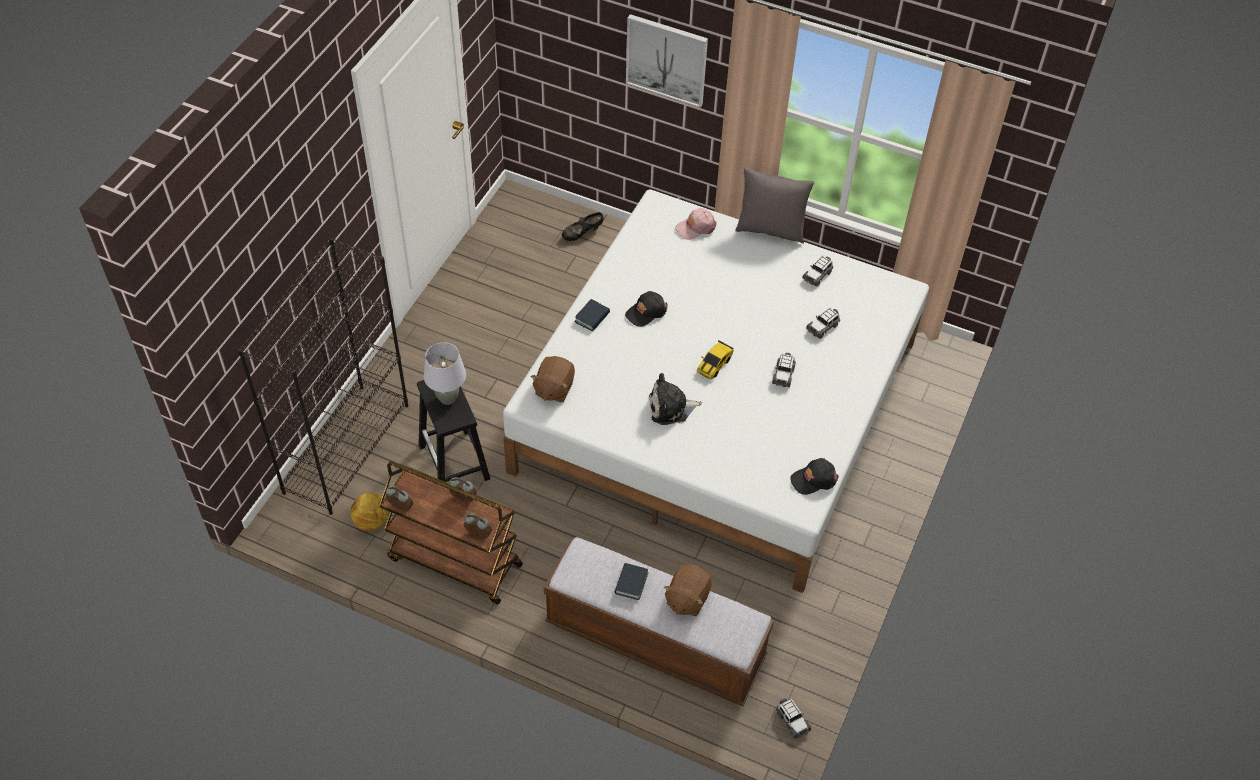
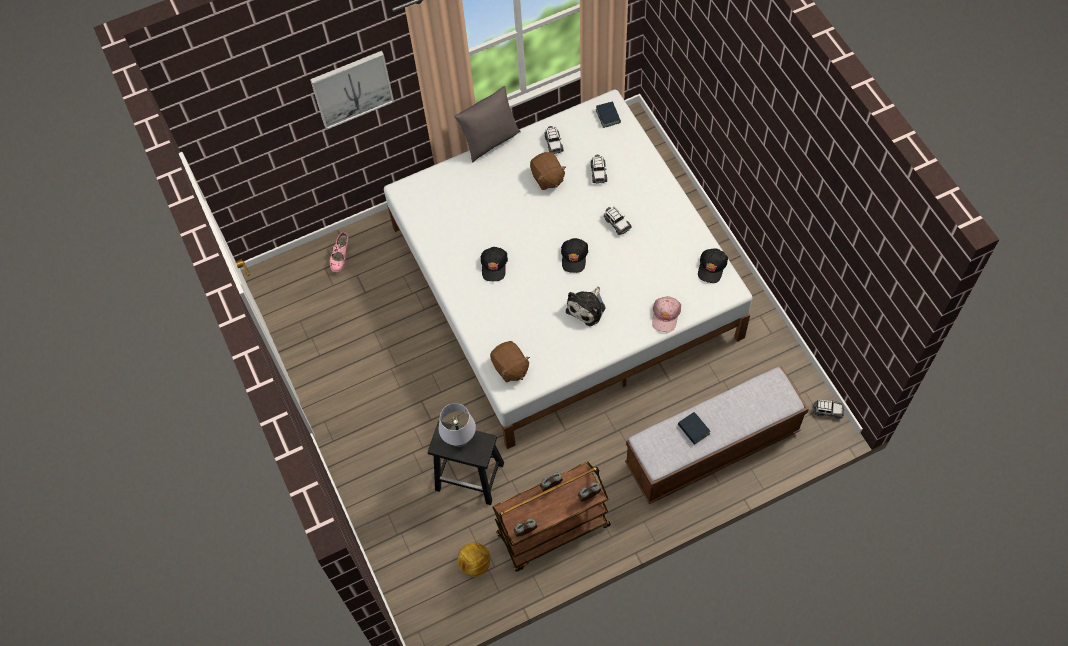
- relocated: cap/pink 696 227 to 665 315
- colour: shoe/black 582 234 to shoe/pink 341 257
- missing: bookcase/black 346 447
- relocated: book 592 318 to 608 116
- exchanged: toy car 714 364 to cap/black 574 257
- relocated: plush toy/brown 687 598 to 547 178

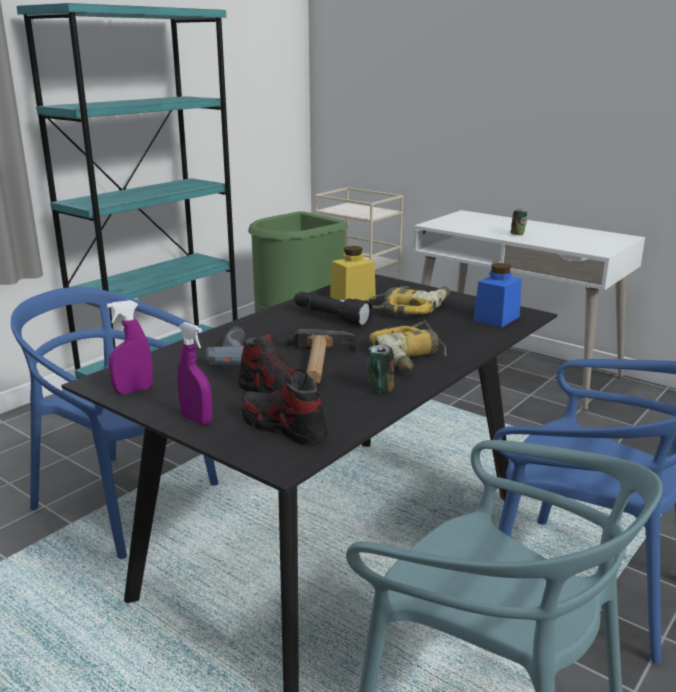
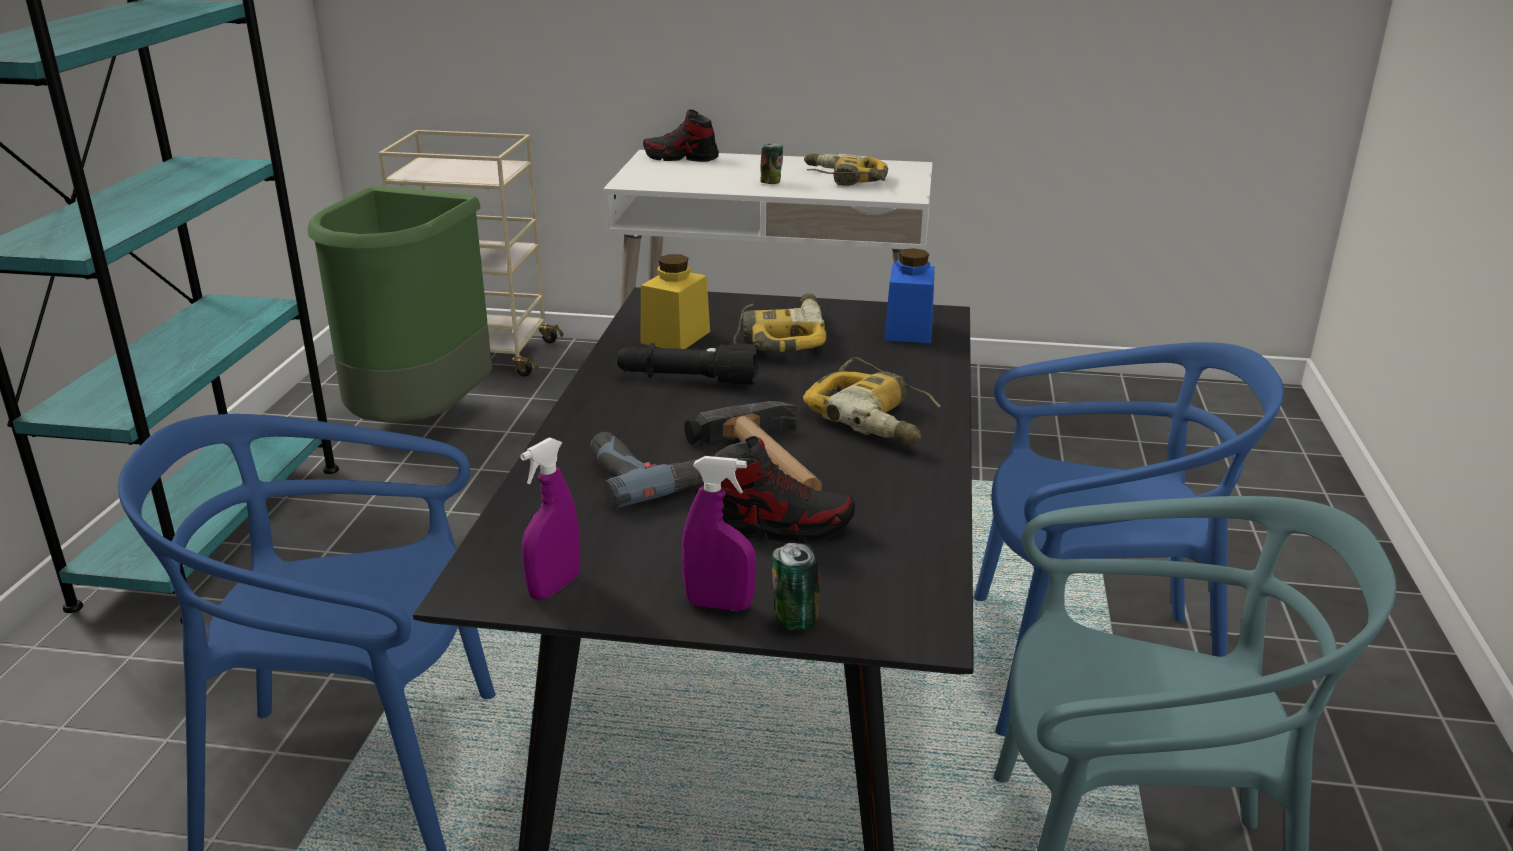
- relocated: can 380 390 to 794 620
- relocated: shoe 283 428 to 681 158
- appeared: power drill 843 179

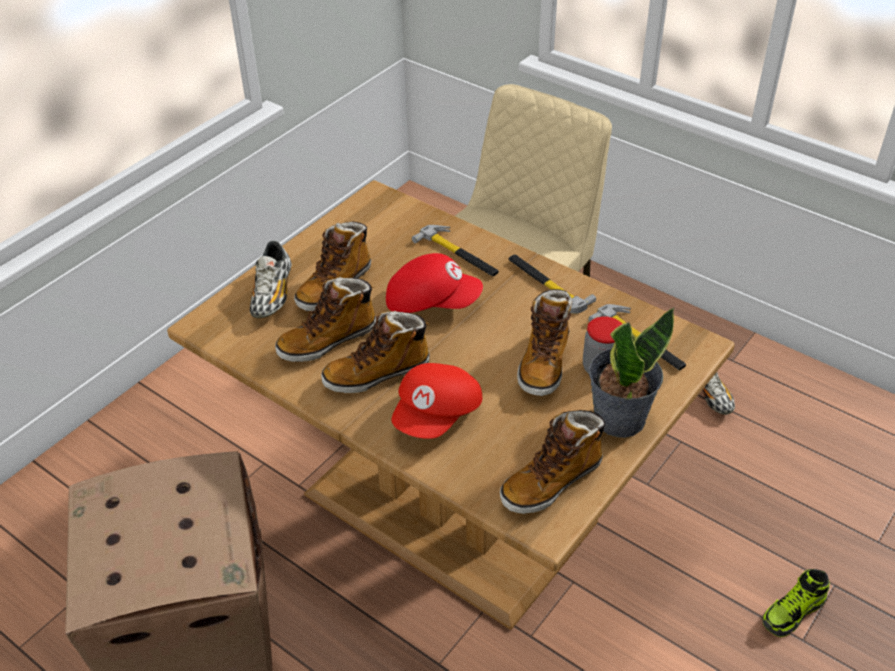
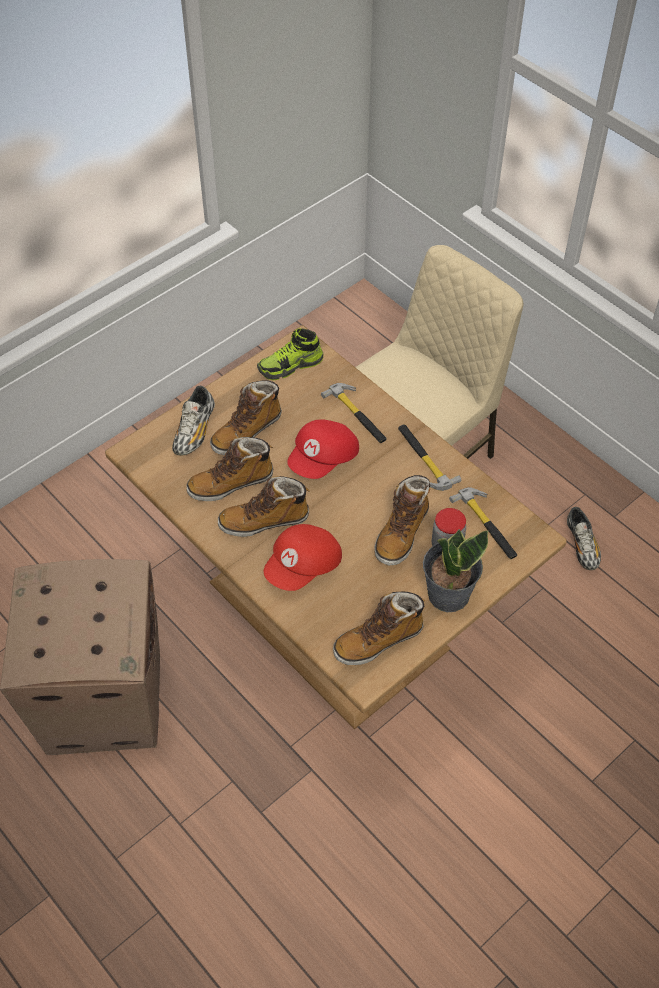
- spun: cap/red 432 302 = 324 459 105 degrees clockwise
- relocated: shoe 793 612 to 290 366

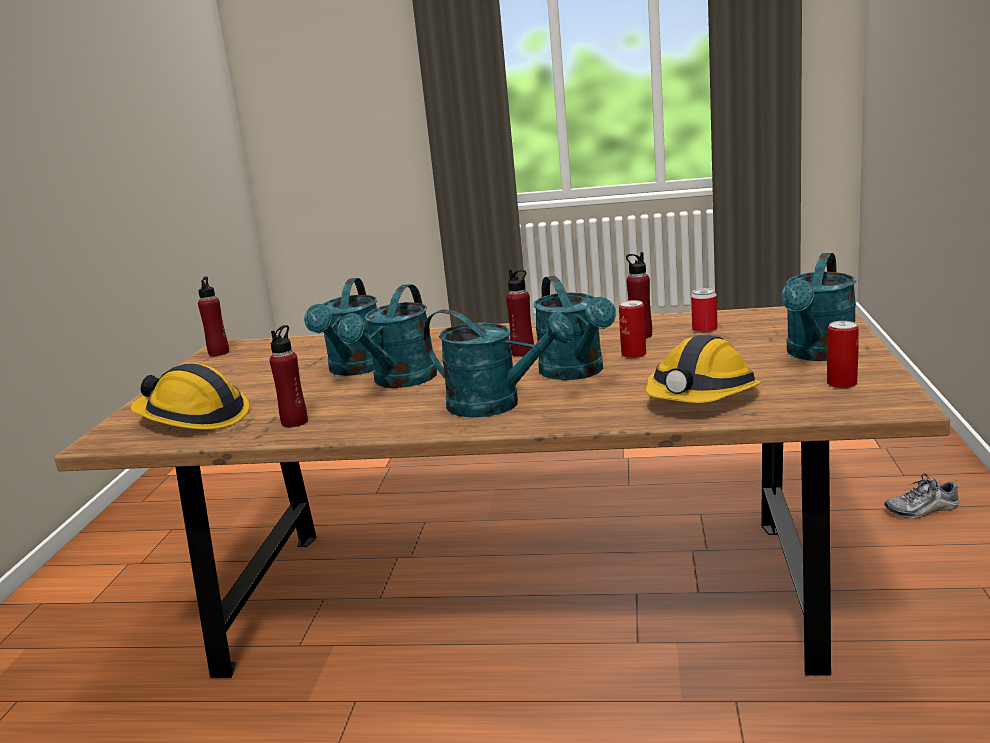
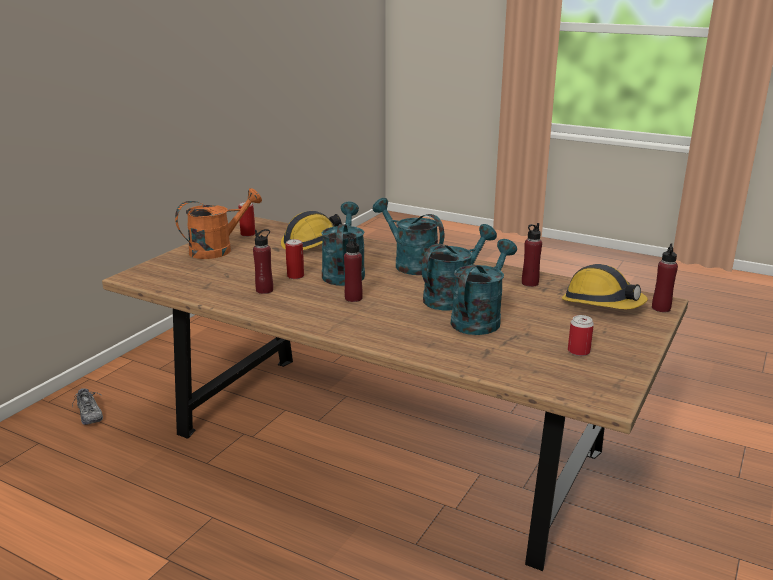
- colour: watering can/turquoise 818 354 to watering can/orange 218 249
- relocated: bottle/red 219 353 to 661 308
- relocated: can 704 330 to 578 351
- spun: shoe 922 510 = 89 414 45 degrees clockwise

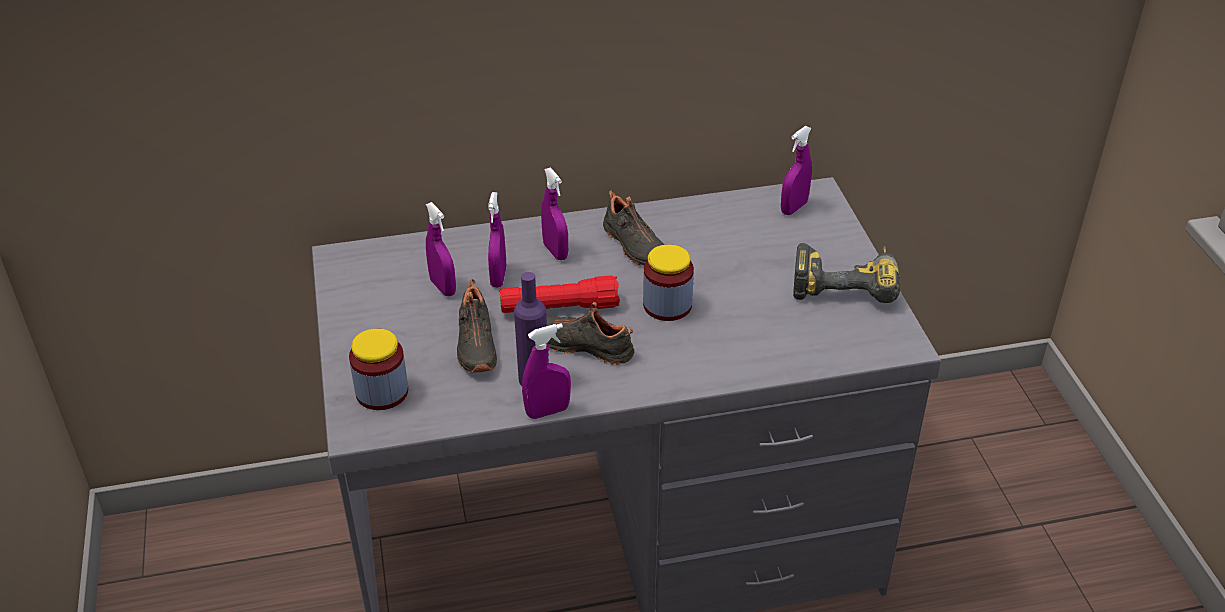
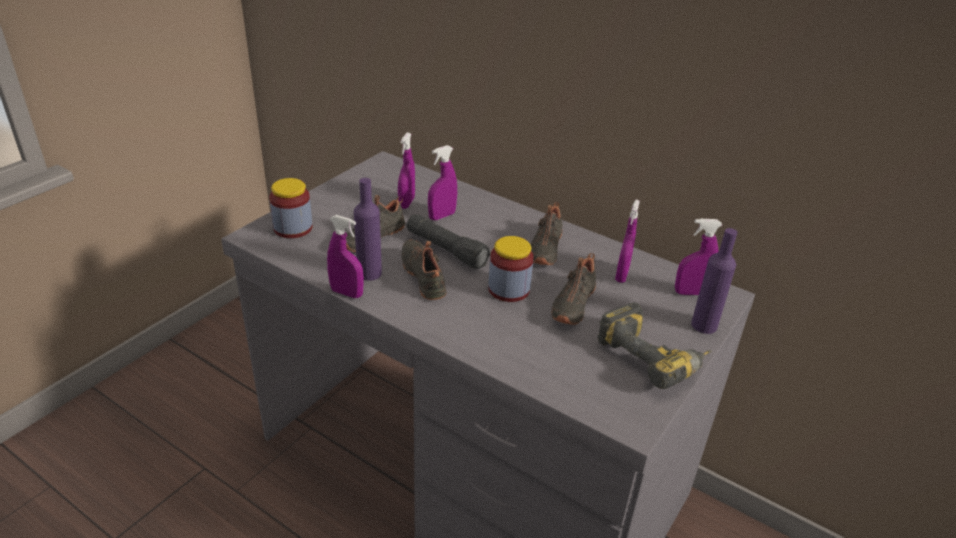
- relocated: spray bottle/purple 555 251 to 622 275
- colour: flashlight/red 559 308 to flashlight/black 446 250
- appeared: bottle/purple 704 325
- appeared: shoe/black 572 303

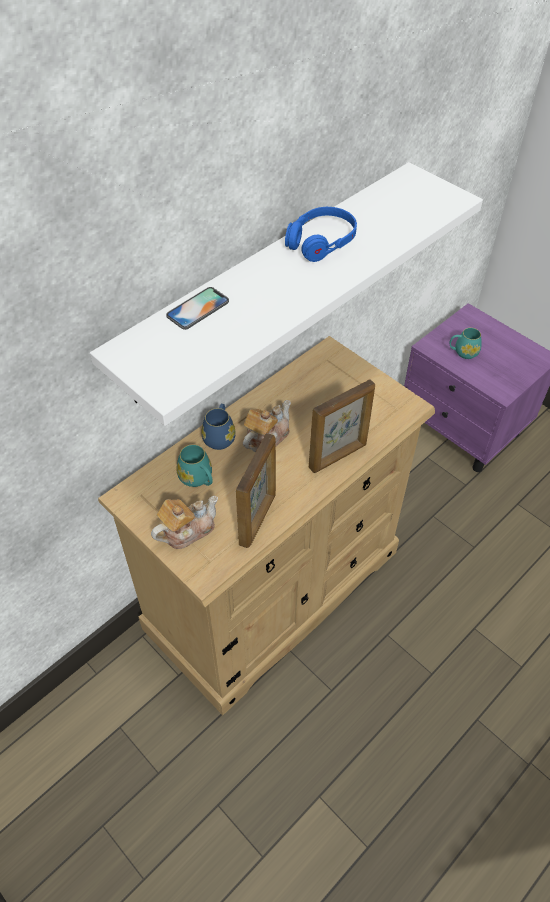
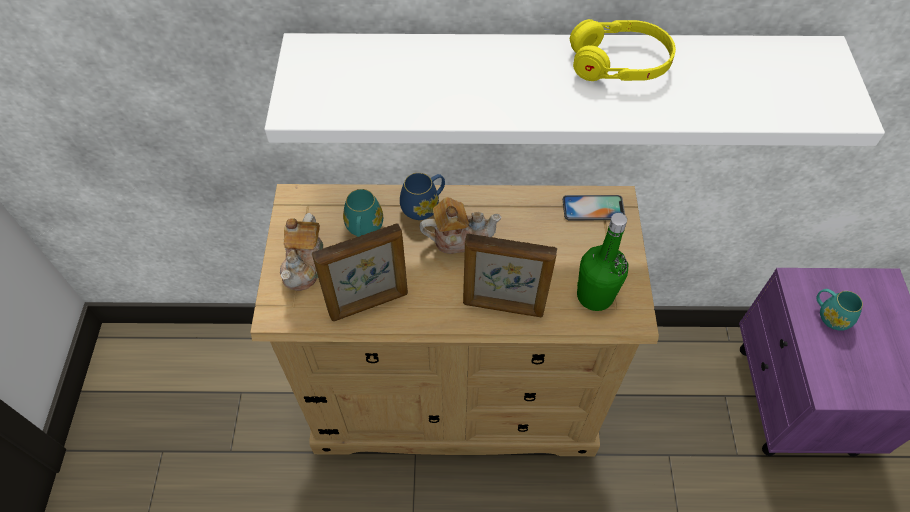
- colour: headphones/blue 321 242 to headphones/yellow 619 63
- relocated: phone 198 308 to 593 208
- spun: teapot 187 530 = 306 265 90 degrees clockwise
- appeared: bottle/green 595 296

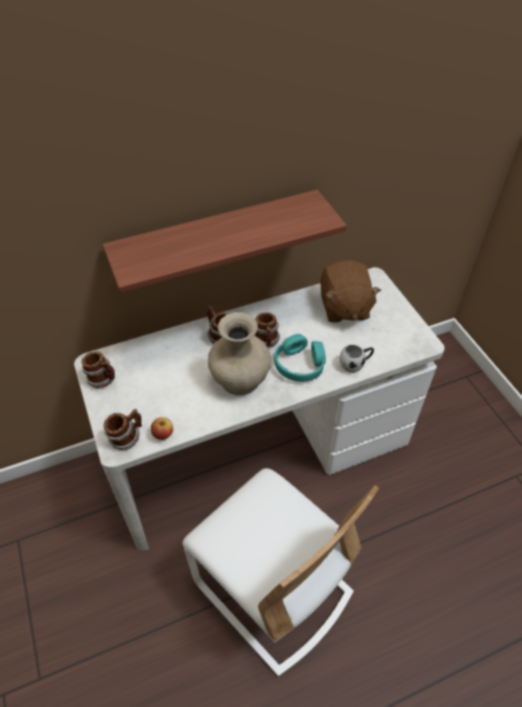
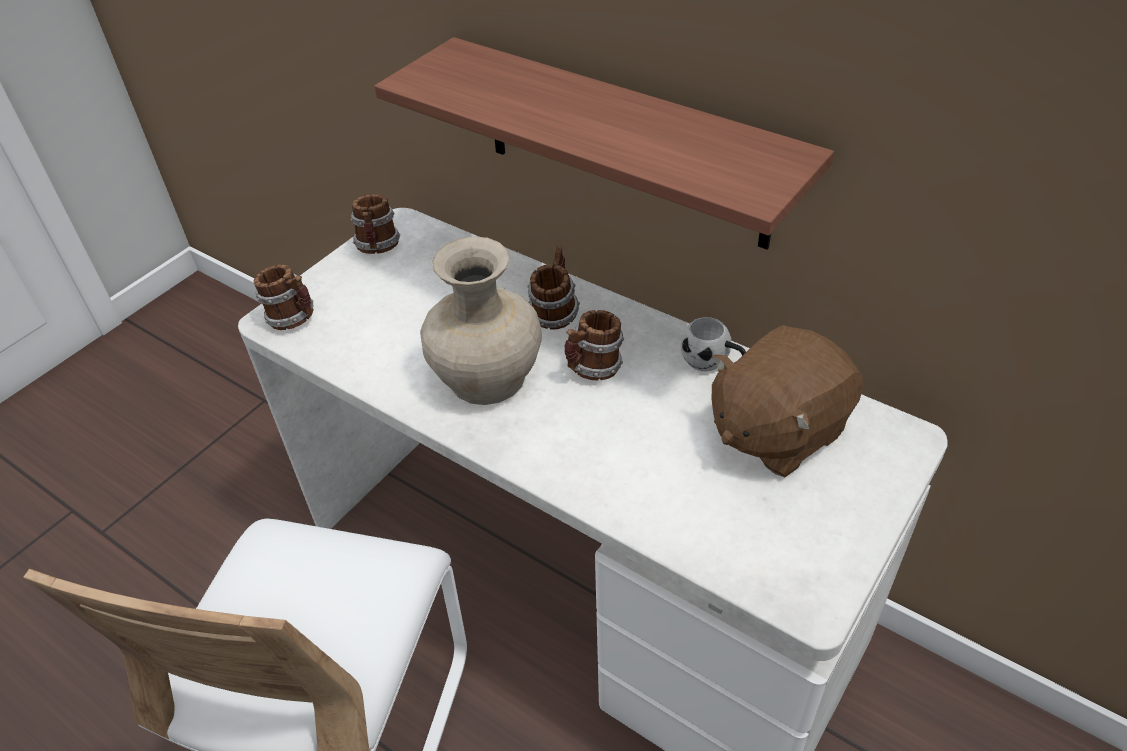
- missing: headphones/turquoise 300 364
- relocated: mug/white 355 364 to 712 363
- missing: apple 163 434

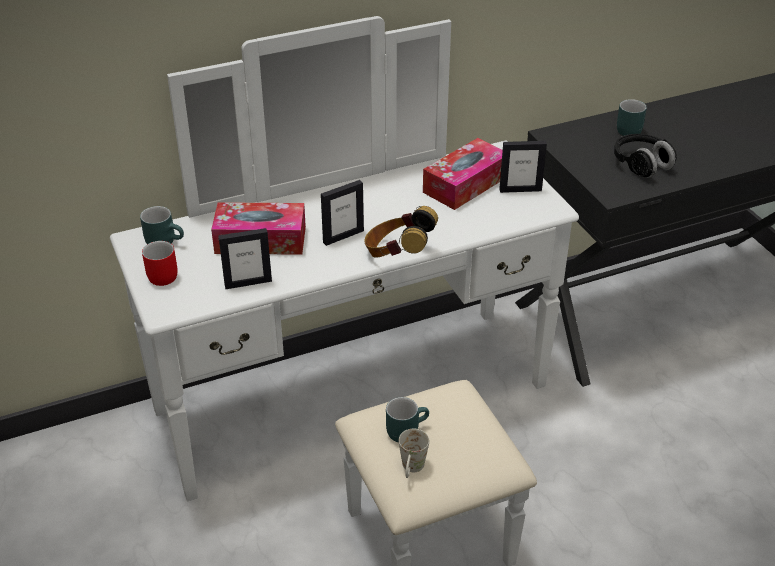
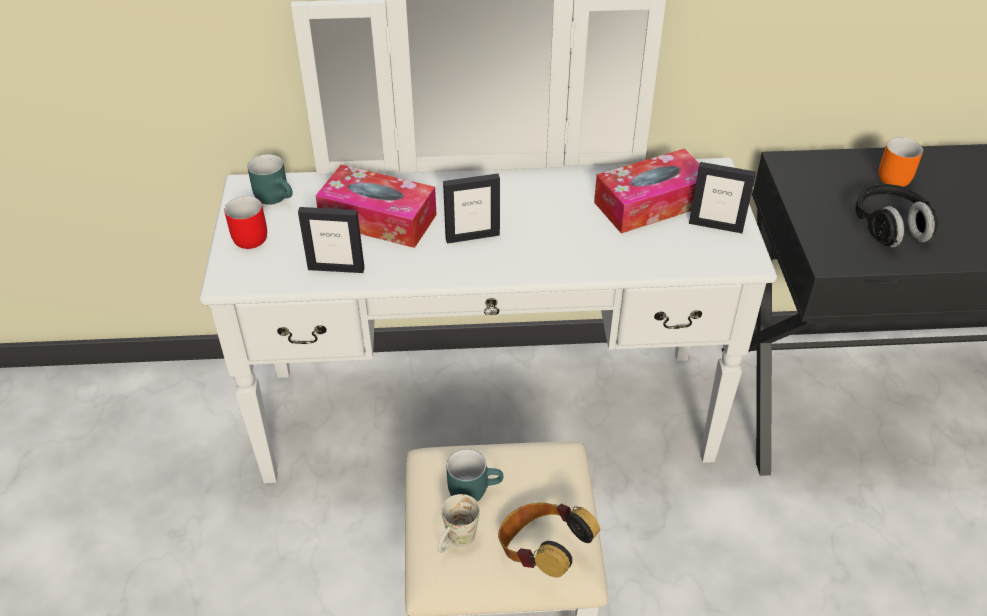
- colour: mug/turquoise 626 129 to mug/orange 892 175
- relocated: headphones 398 254 to 542 552

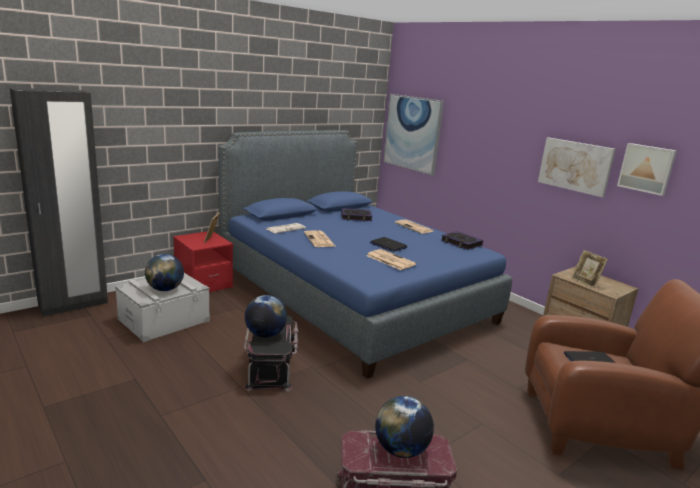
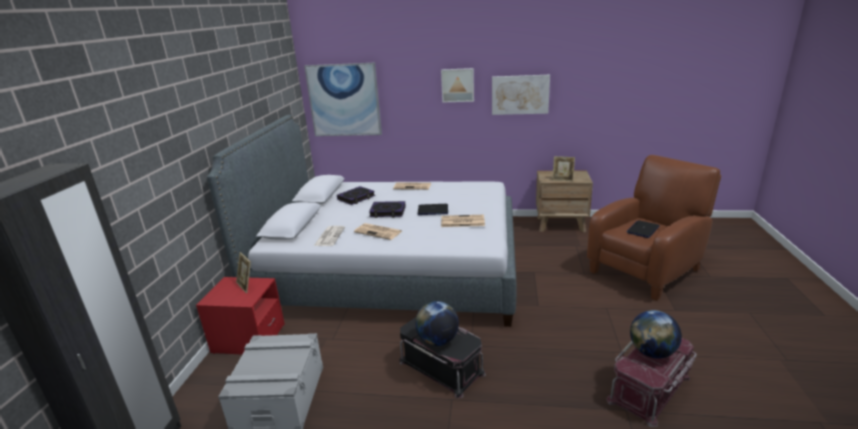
- colour: bed/blue 351 296 to bed/grey 391 271
- relocated: picture 646 168 to 457 85
- relocated: book 461 243 to 388 212
- missing: globe 165 289

